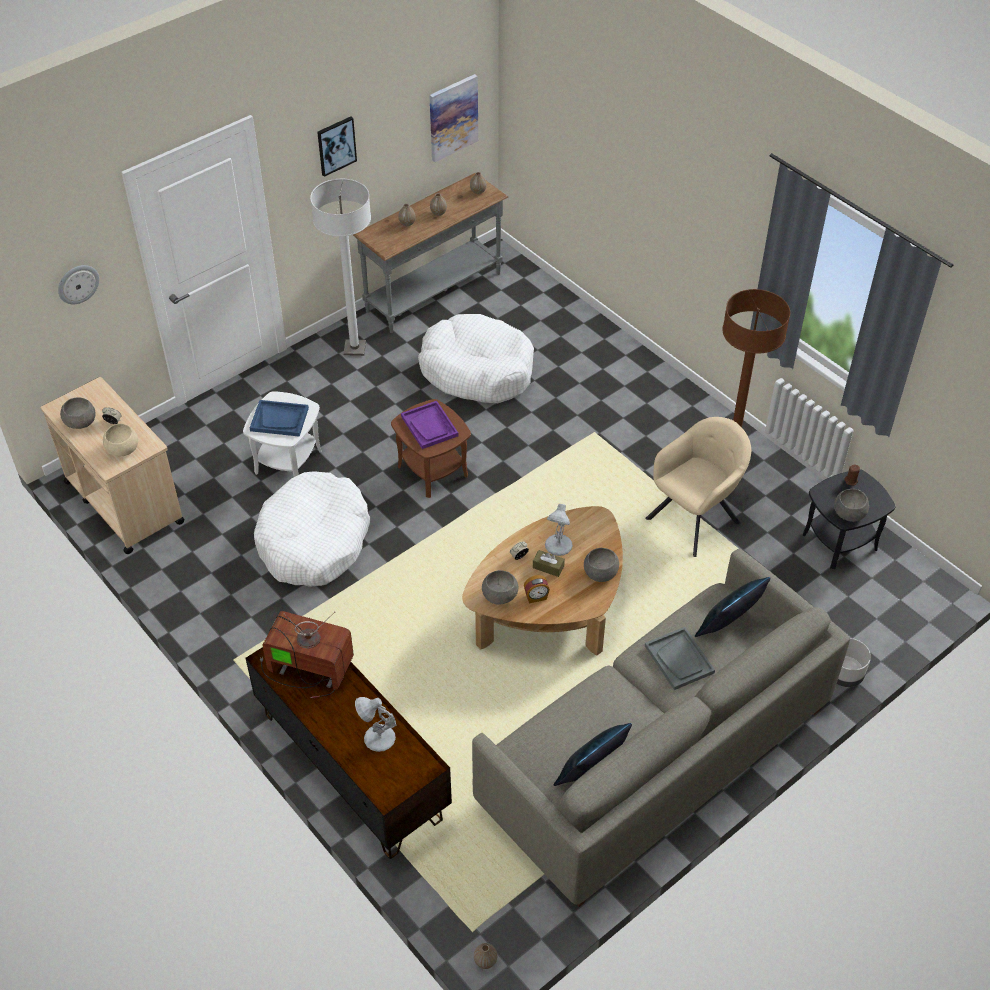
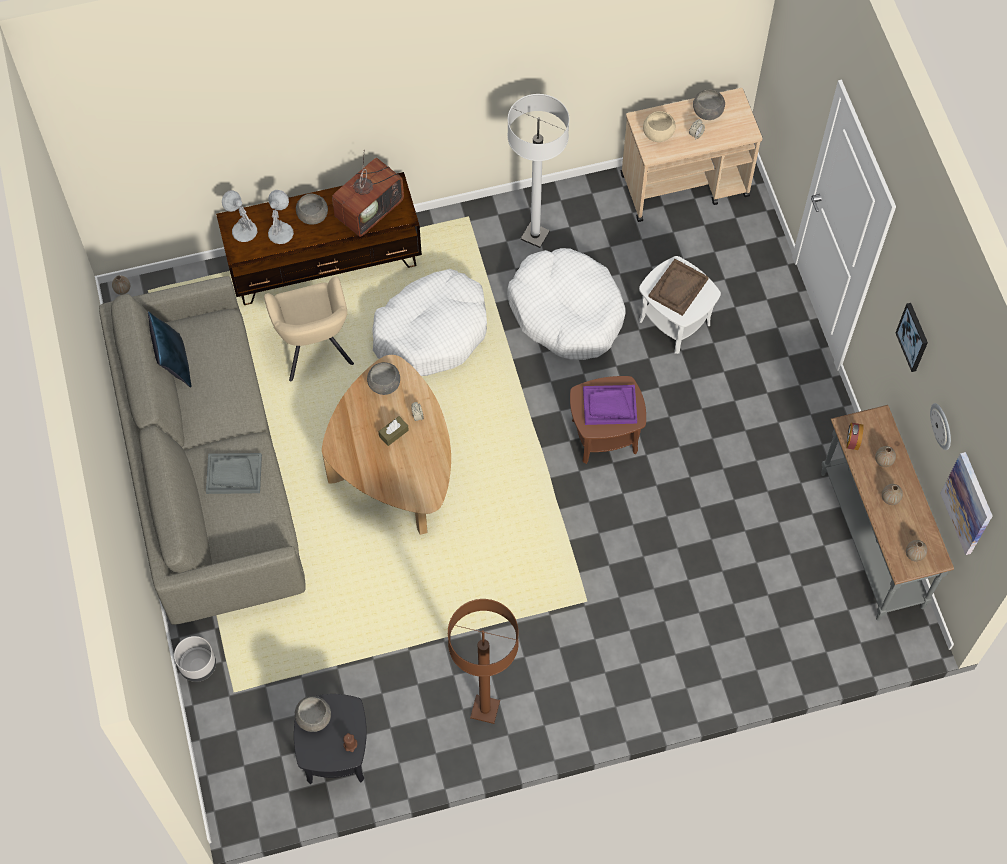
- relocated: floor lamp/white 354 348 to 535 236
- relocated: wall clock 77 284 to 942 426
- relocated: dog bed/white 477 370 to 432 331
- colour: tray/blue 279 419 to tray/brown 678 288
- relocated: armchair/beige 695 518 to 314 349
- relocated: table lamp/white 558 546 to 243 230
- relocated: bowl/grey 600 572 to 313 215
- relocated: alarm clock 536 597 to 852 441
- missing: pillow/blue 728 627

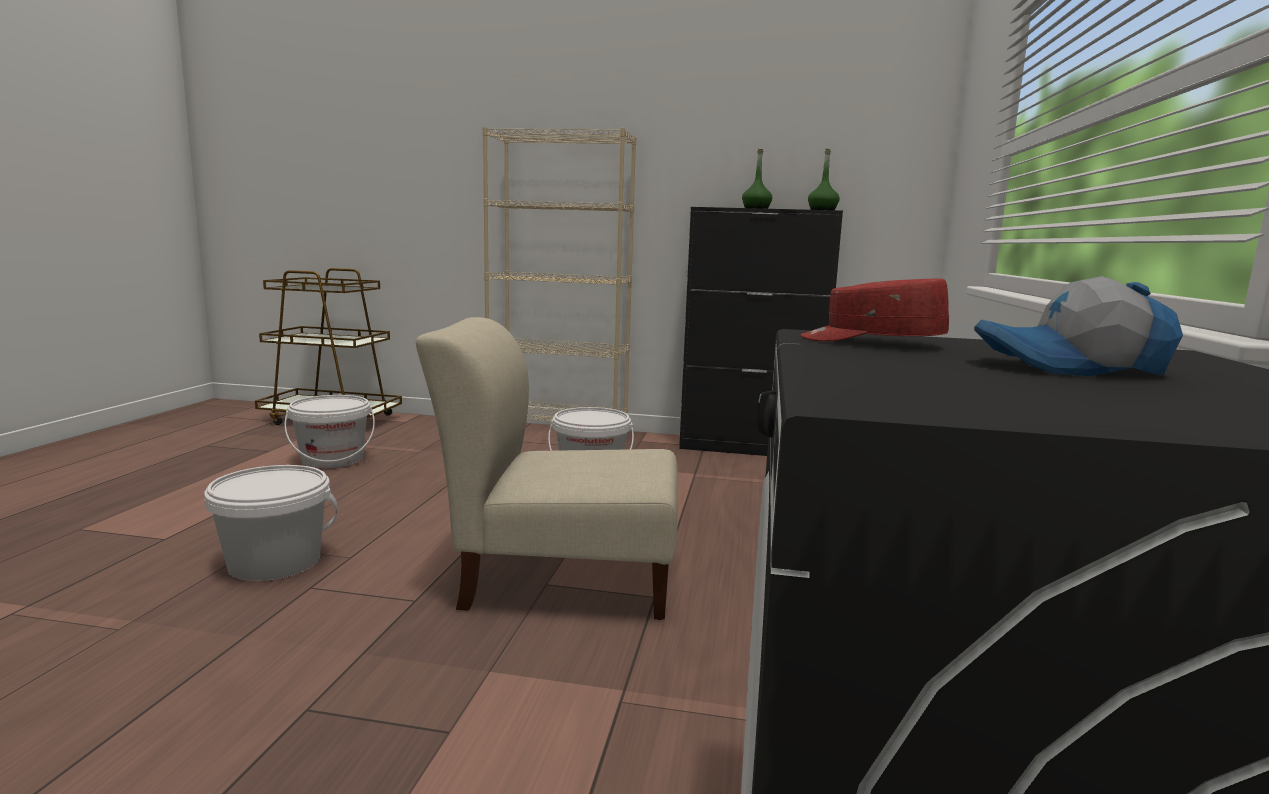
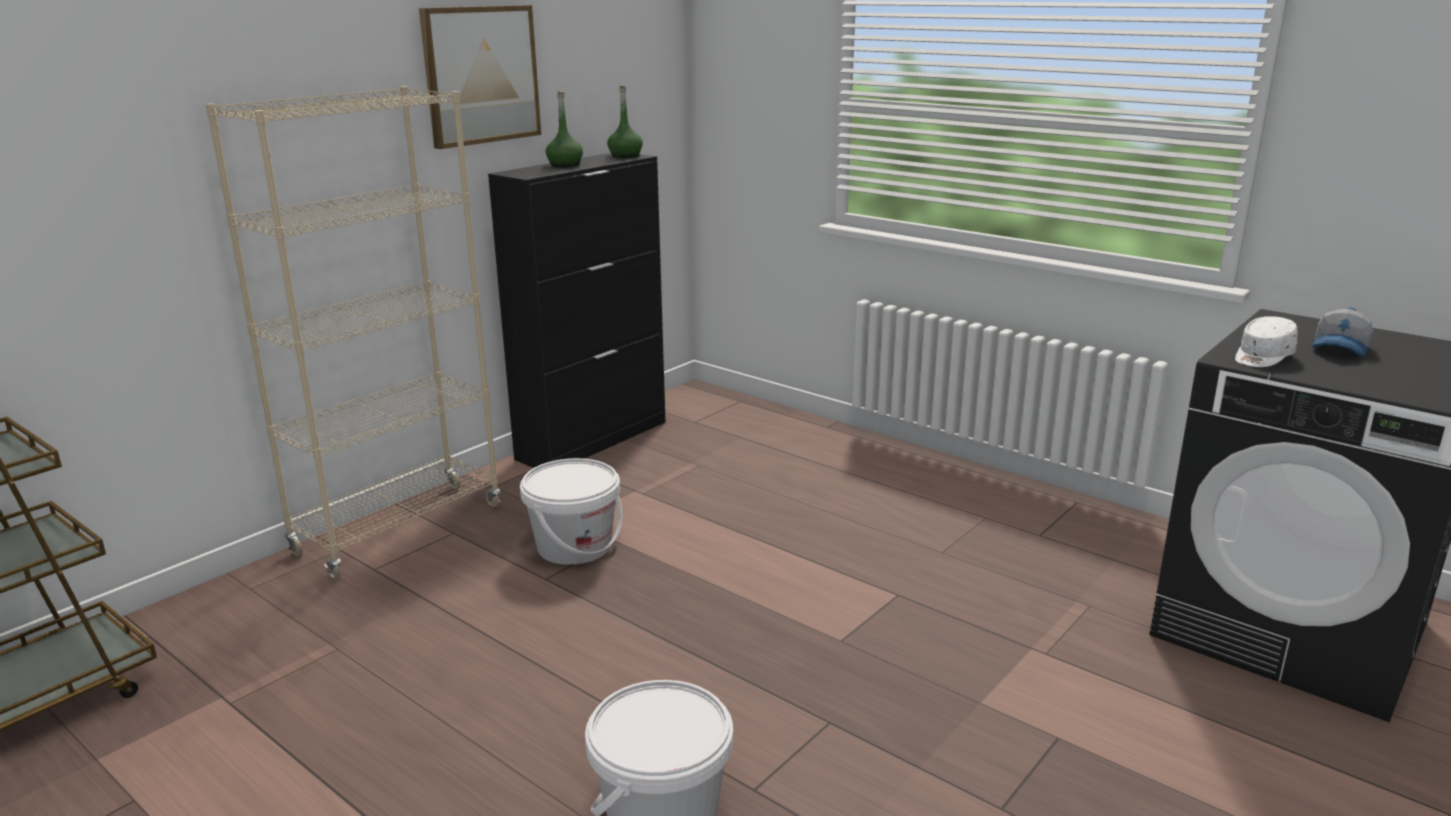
- colour: cap/red 871 342 to cap/white 1262 357
- missing: chair/beige 559 579
- missing: bucket/white 332 459
- appeared: picture 480 75

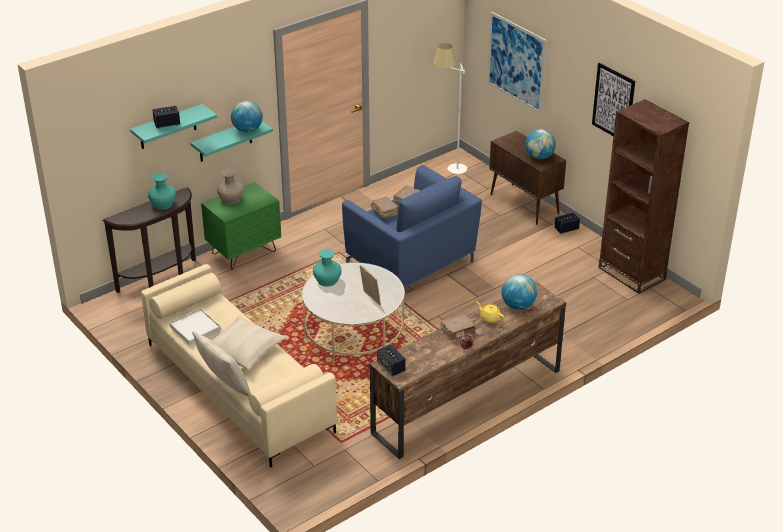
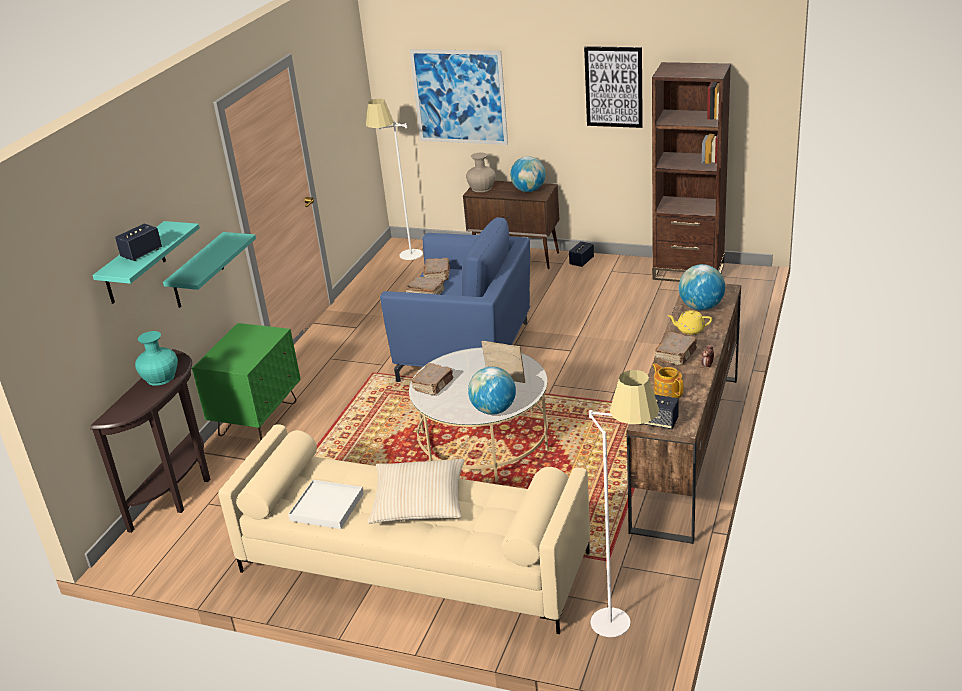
- relocated: globe 247 130 to 493 410
- relocated: vase/beige 231 199 to 481 188
- exchanged: vase/turquoise 327 280 to book/brown 433 385
- missing: pillow/beige 224 387
- appeared: teapot 667 392
- appeared: floor lamp/white 624 613

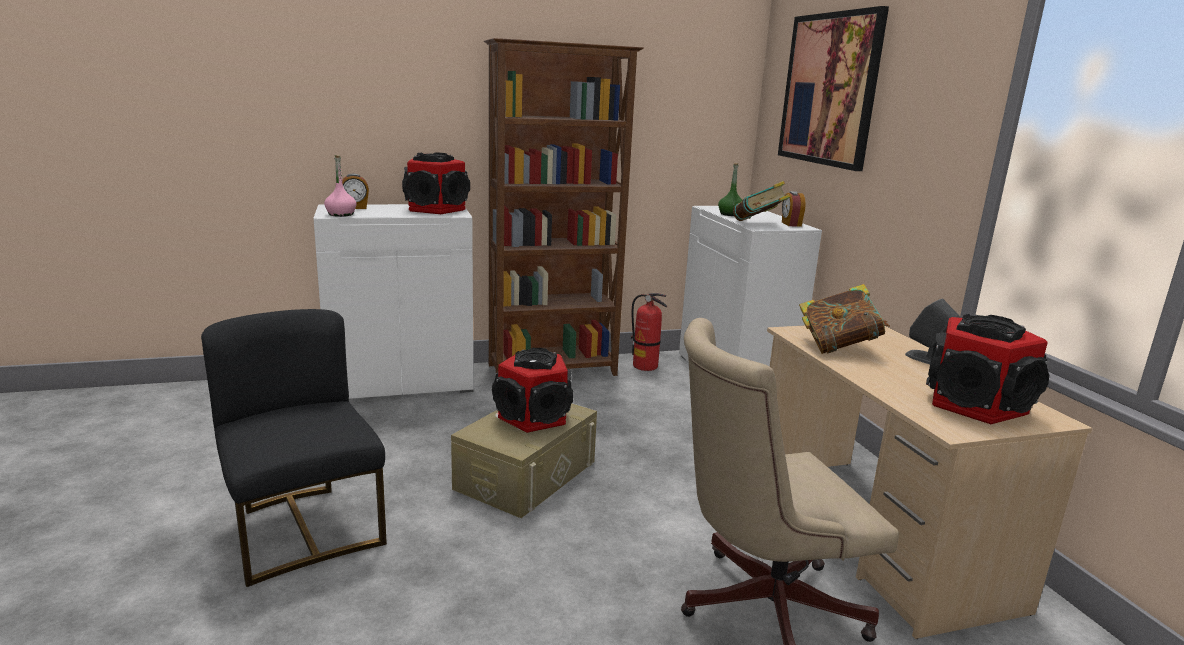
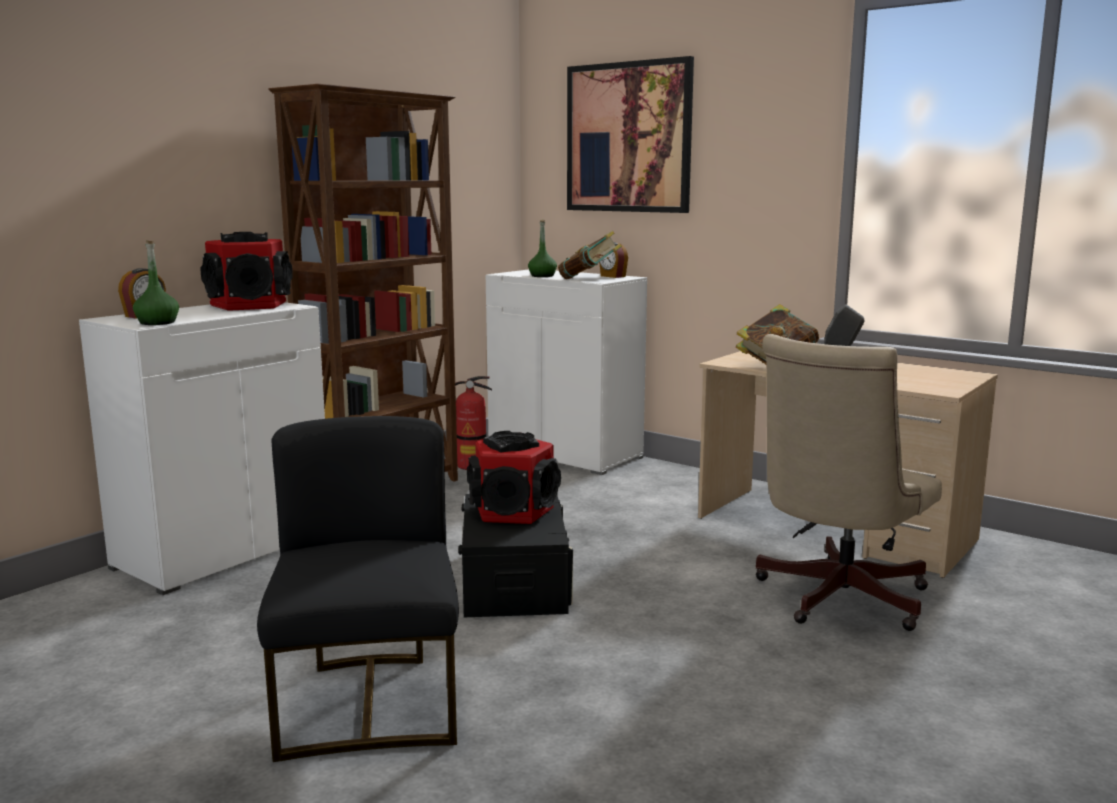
- colour: bottle/pink 341 214 to bottle/green 157 322
- spun: chair/black 304 529 = 369 704 60 degrees clockwise
- missing: speaker 976 405
- colour: storage box/beige 526 475 to storage box/black 513 582

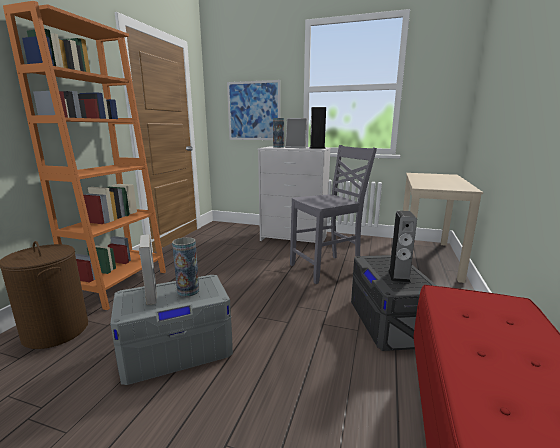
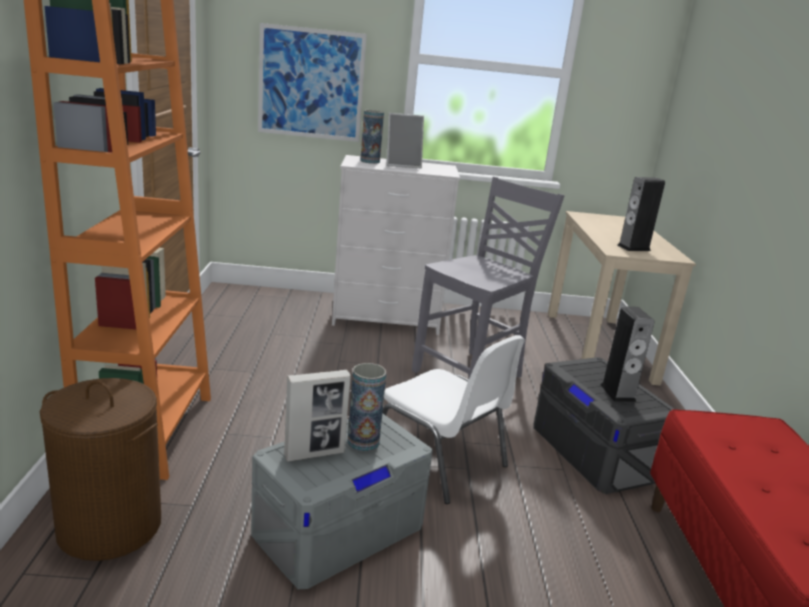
- relocated: speaker 317 148 to 633 248
- spun: picture frame 151 295 = 314 454 105 degrees clockwise
- appeared: chair/white 439 460

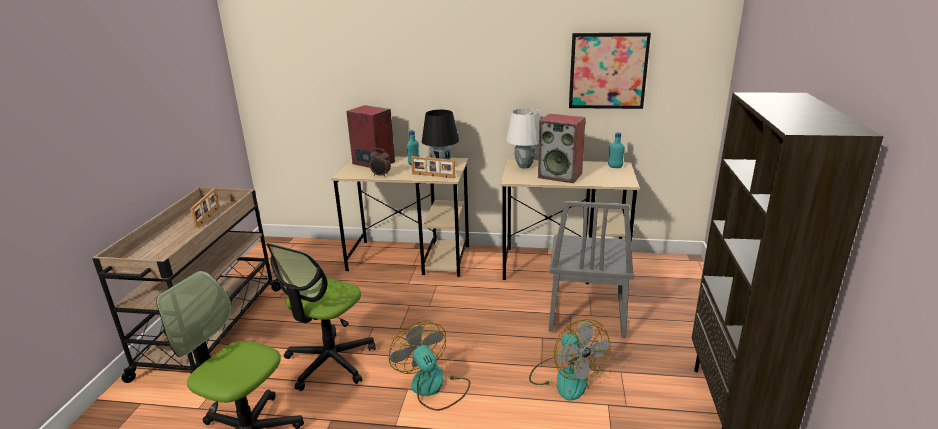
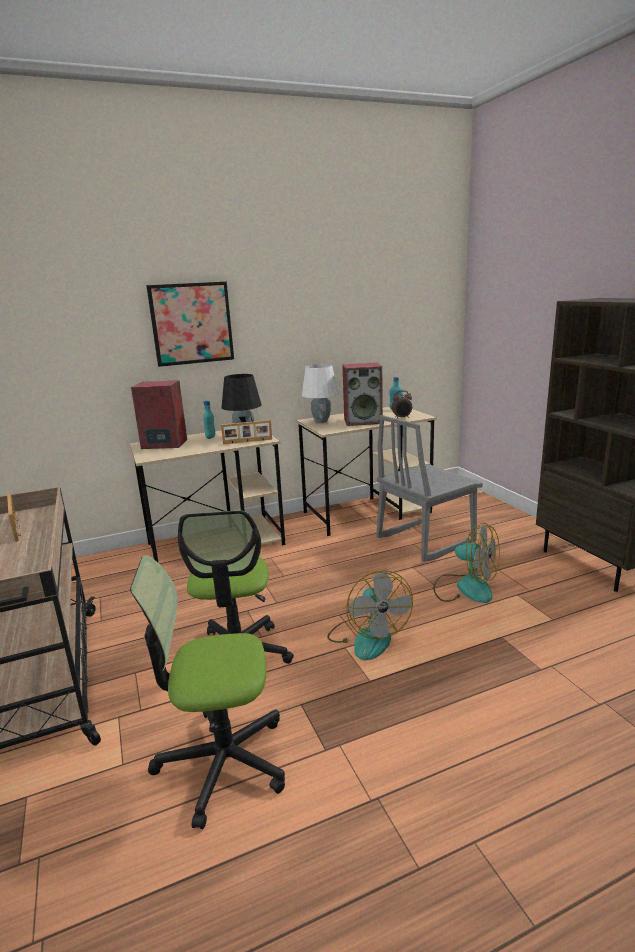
- relocated: picture 608 70 to 191 323
- relocated: alarm clock 381 176 to 402 418
- spun: chair/grey 585 313 = 425 540 75 degrees clockwise
- spun: fan 433 387 = 367 637 135 degrees counterclockwise

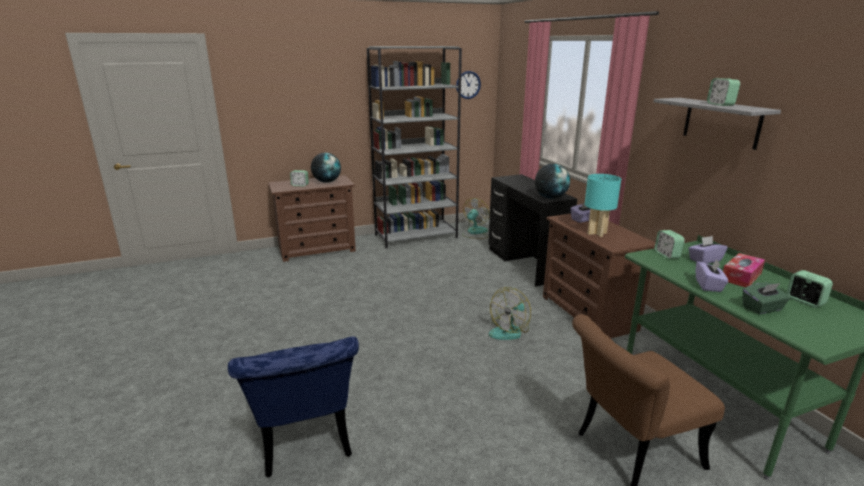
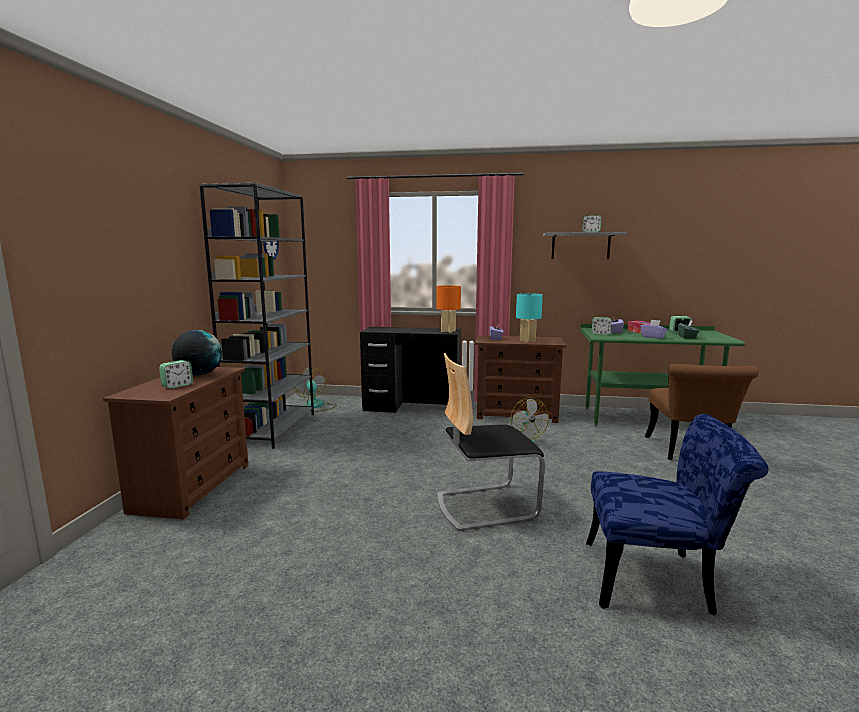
- exchanged: globe 550 197 to table lamp/orange 448 331
- appeared: chair 485 505

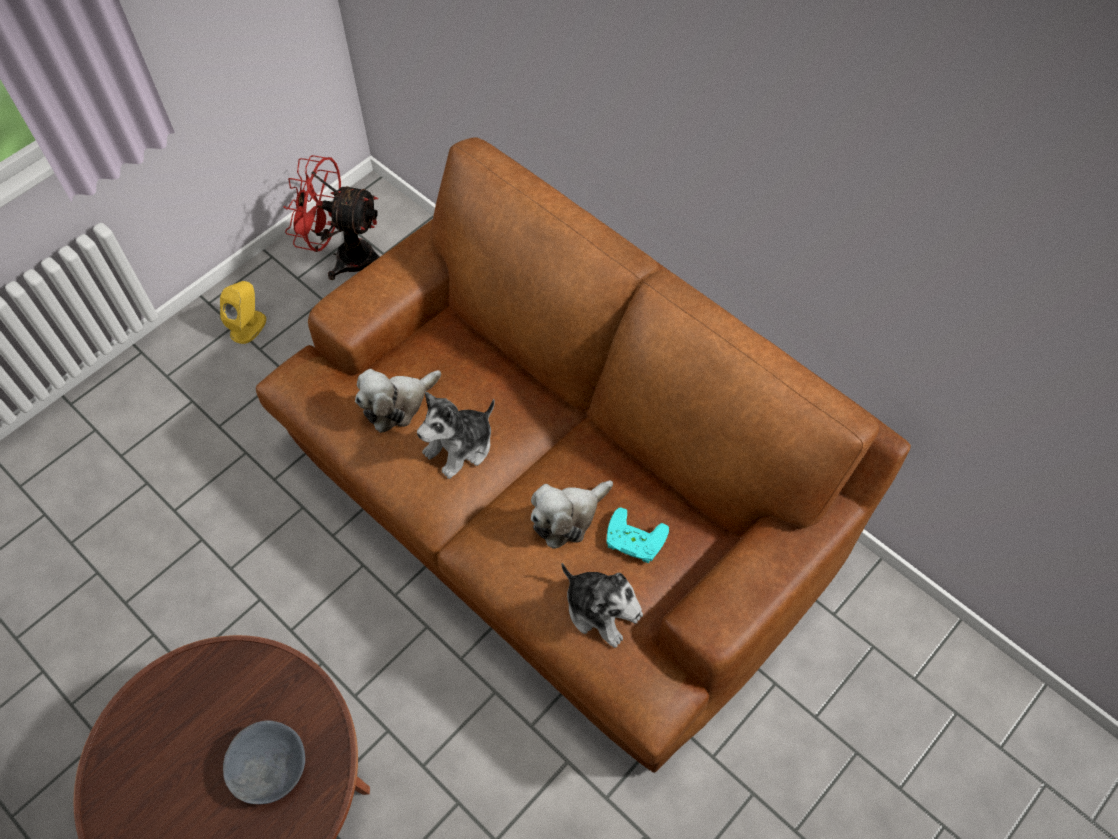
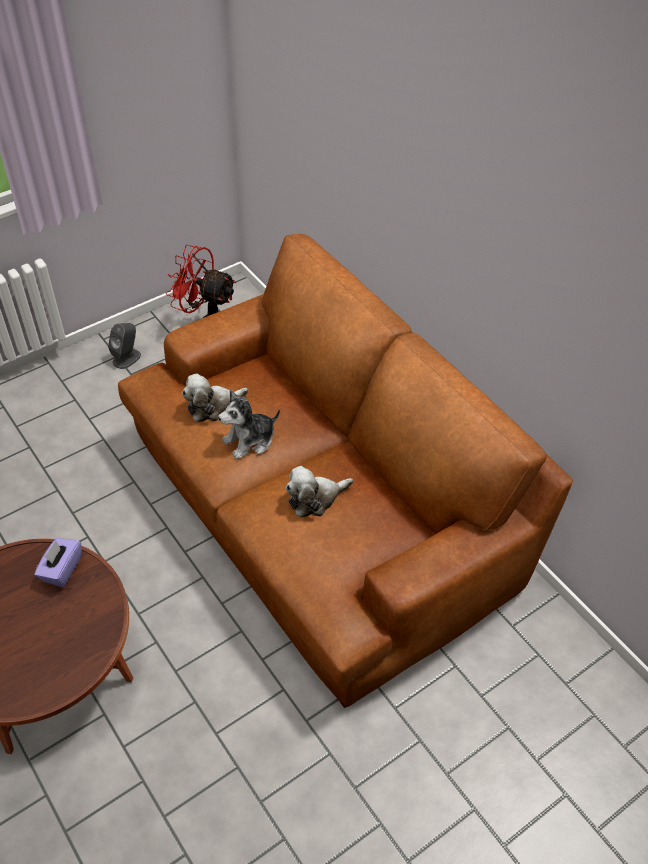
- colour: speaker/yellow 248 326 to speaker/grey 127 358
- missing: game controller/turquoise 633 541
- missing: plush toy 602 609
- missing: bowl/grey 271 767
- appeared: tissue box/purple 61 569

